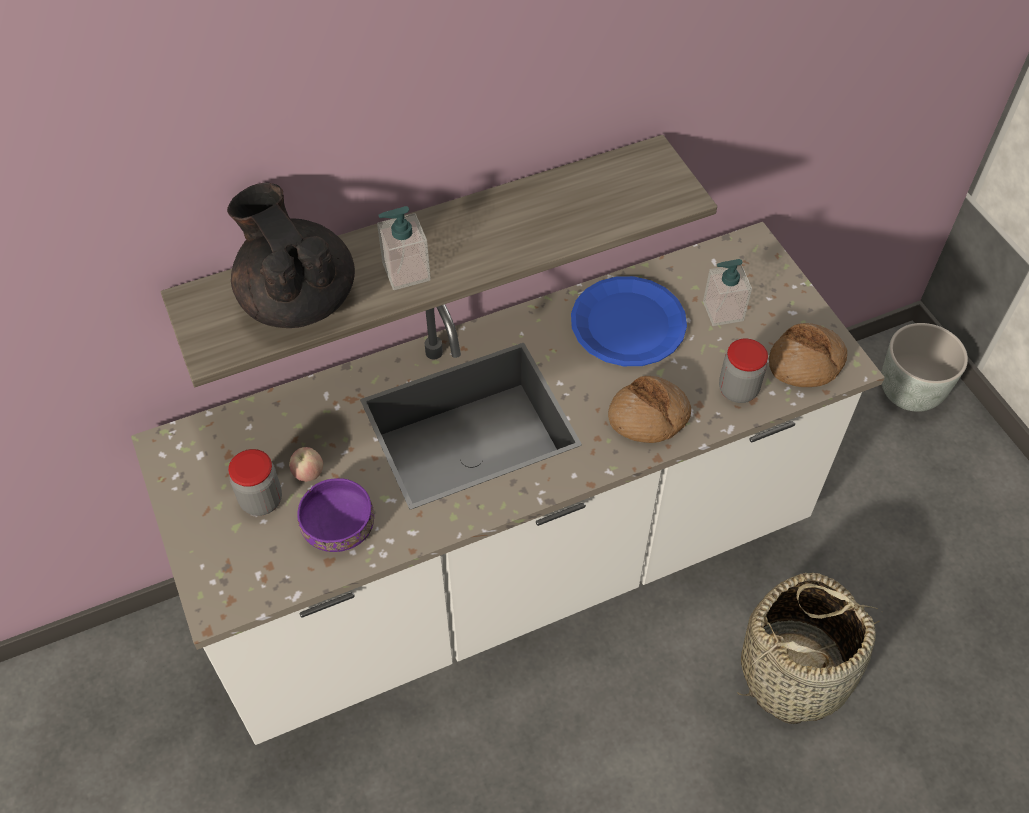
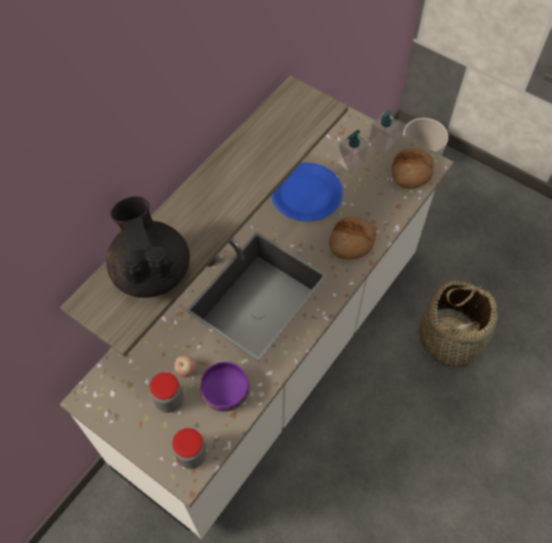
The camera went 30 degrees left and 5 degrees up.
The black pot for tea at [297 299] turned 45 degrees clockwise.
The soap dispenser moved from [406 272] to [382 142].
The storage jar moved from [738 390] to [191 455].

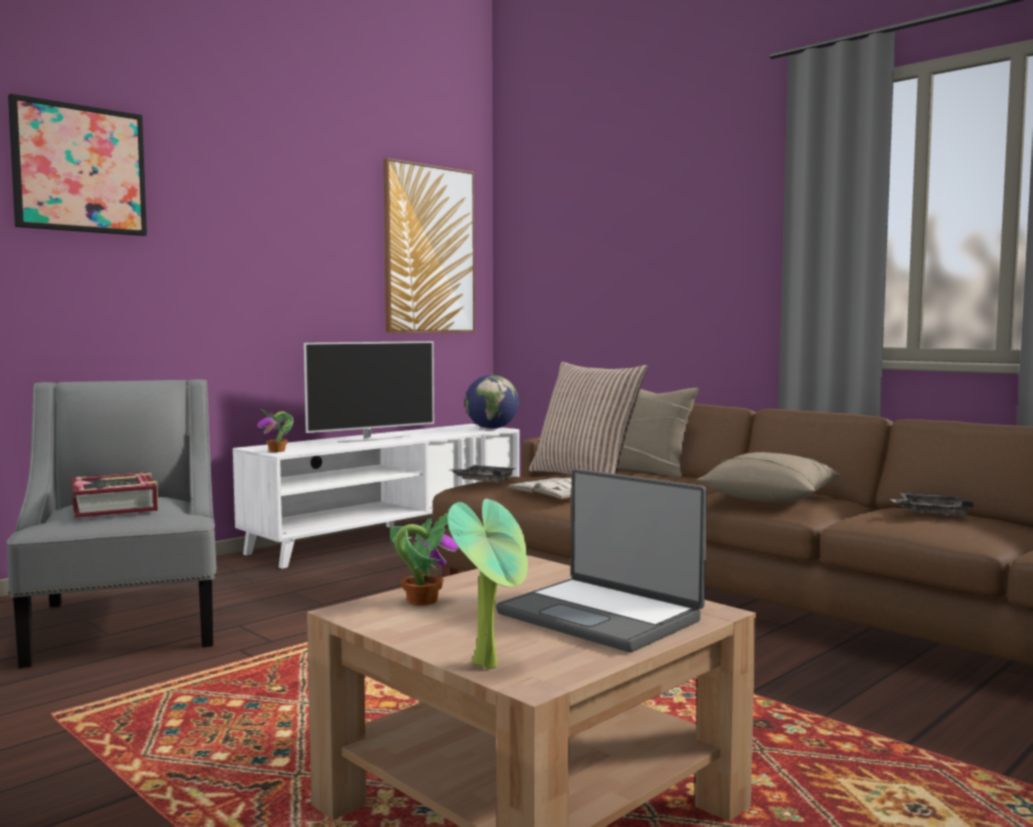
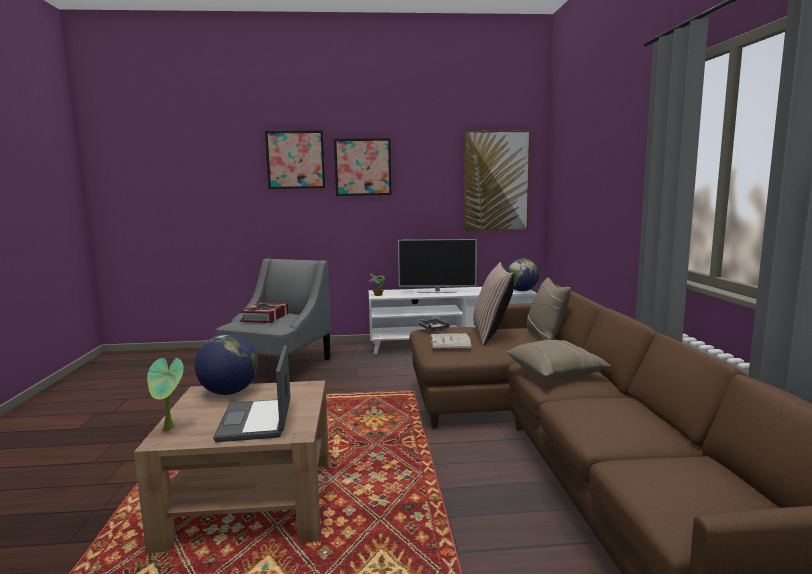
The camera went 40 degrees right and 5 degrees up.
The potted plant at [421 600] was replaced by the globe at [229 392].
The greyish tray at [930 514] disappeared.
The wall art at [363 167] appeared.

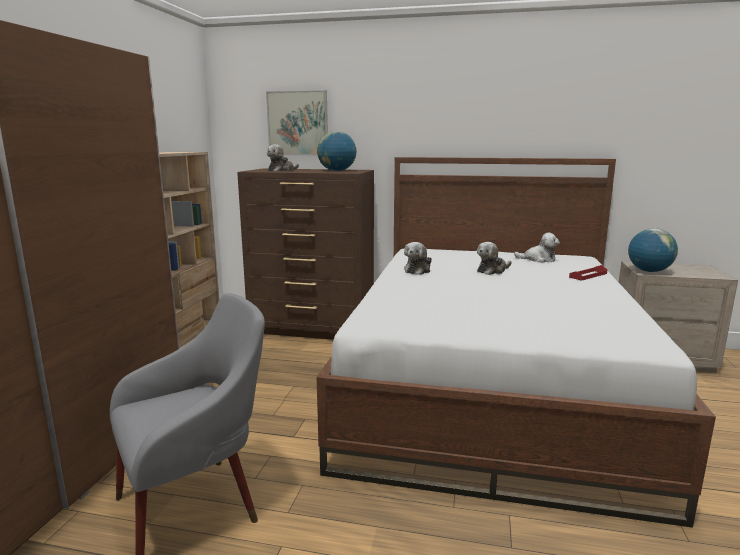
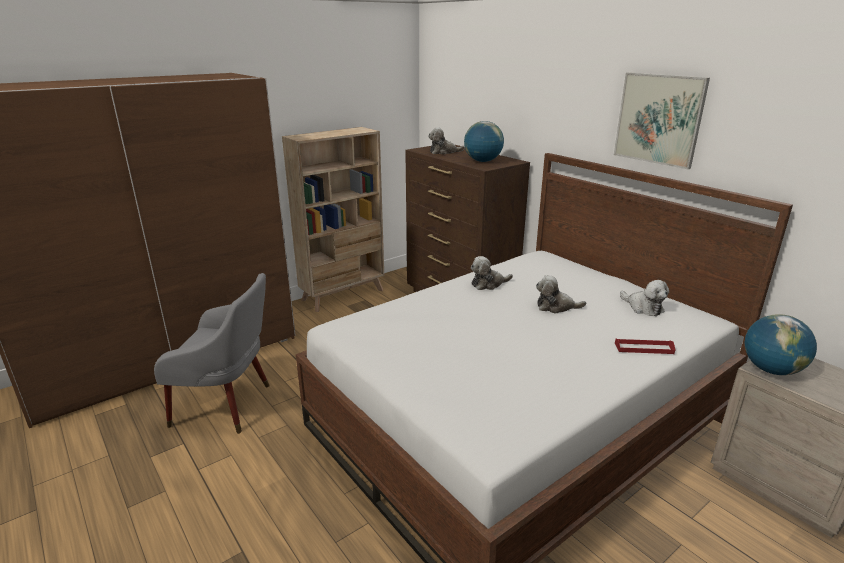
The camera went 40 degrees right and 10 degrees up.
The wall art moved from [297 123] to [658 119].

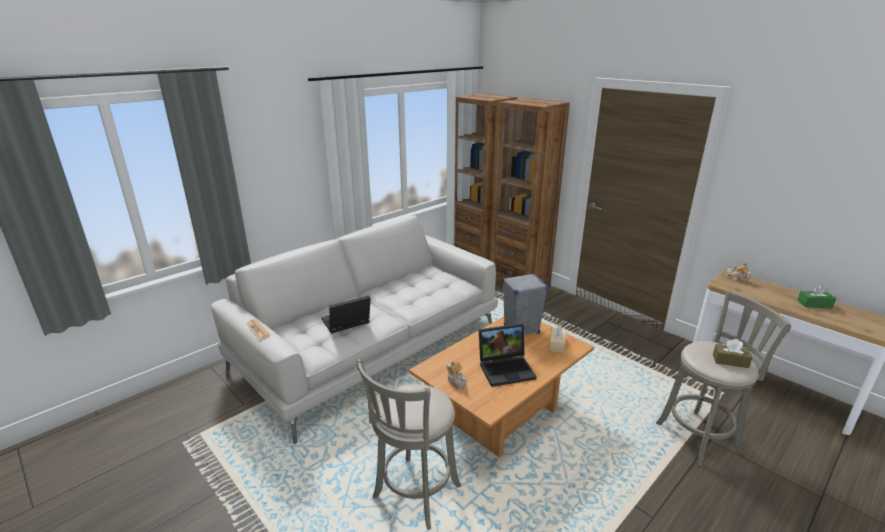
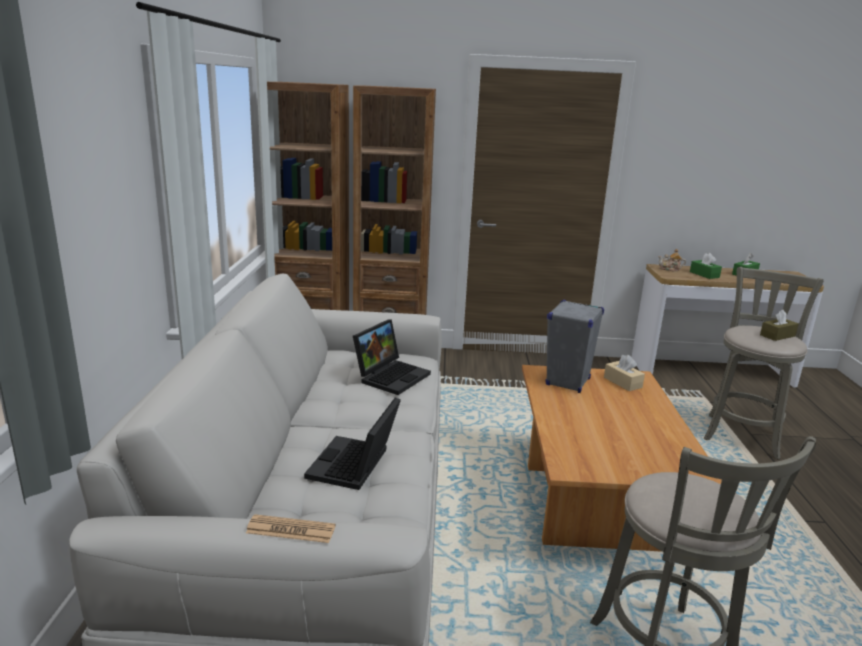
The camera went 45 degrees left and 5 degrees down.
The pot for tea at [456 381] disappeared.
The laptop moved from [506 368] to [391 376].
The green tissue box at [704 274] appeared.

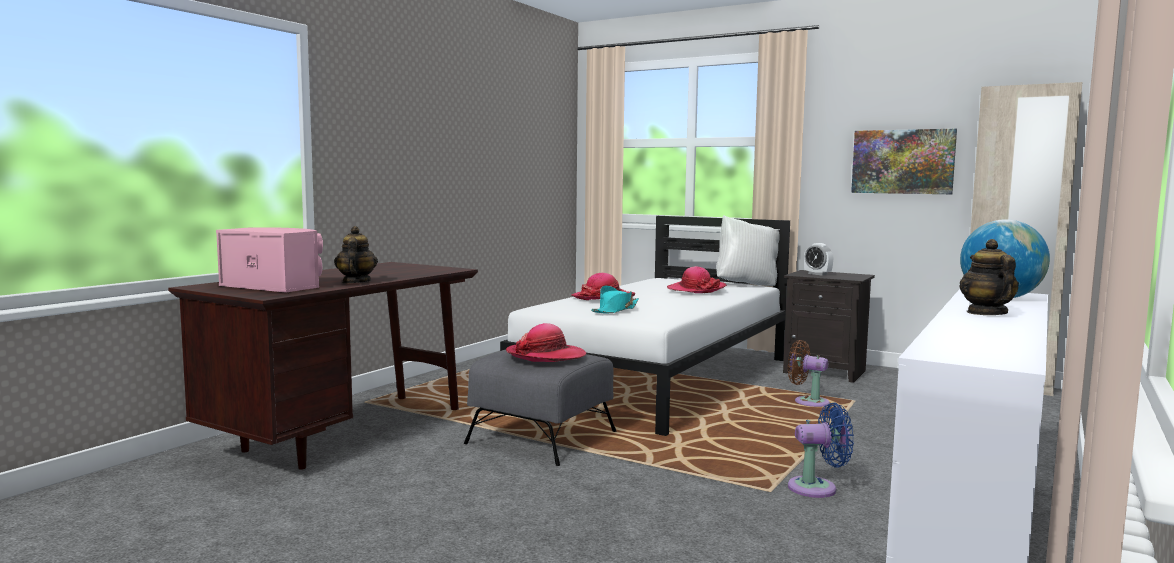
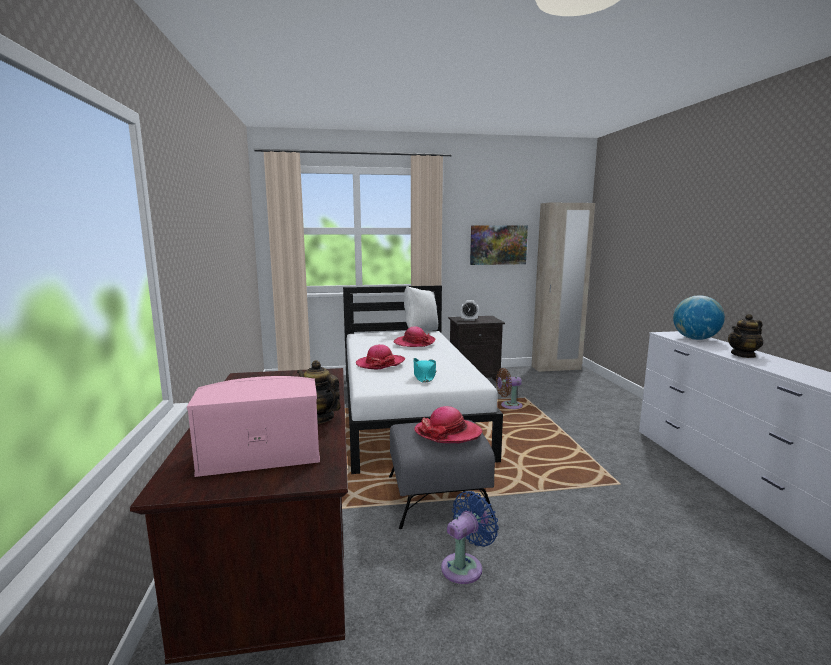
The camera went 40 degrees left and 5 degrees up.
The bluish fan moved from [817 488] to [465 566].
The pot for tea at [986 313] turned 75 degrees counterclockwise.

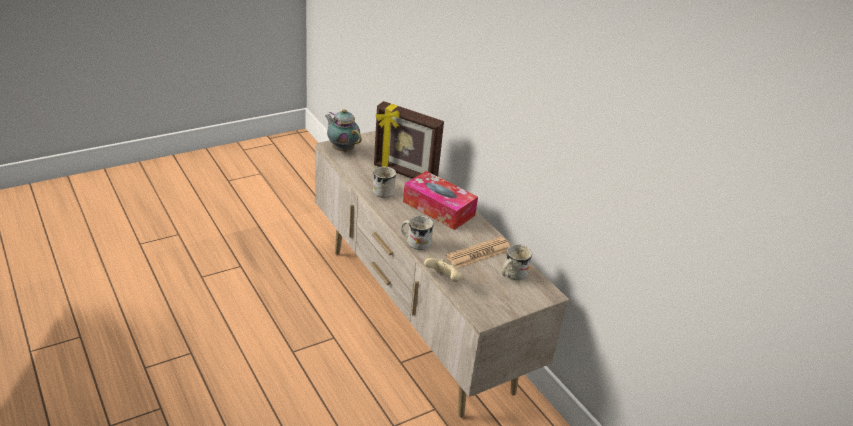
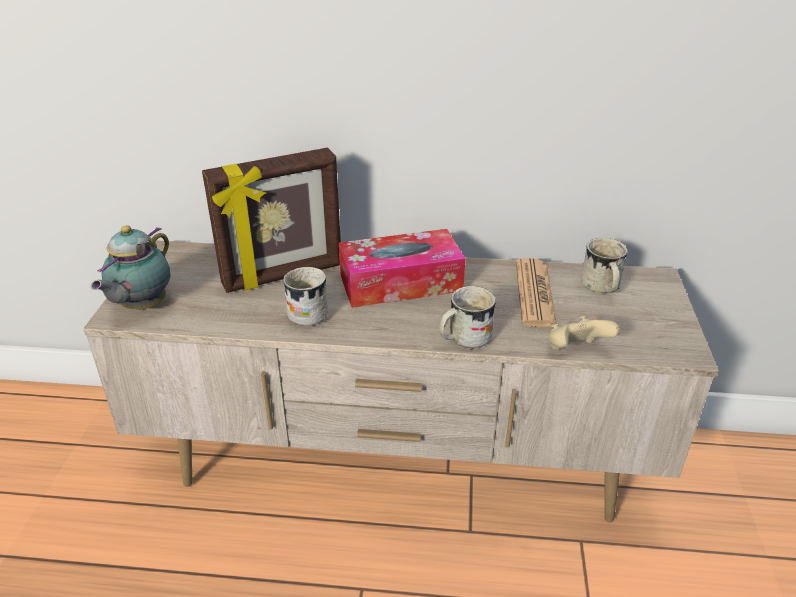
The camera went 50 degrees left and 0 degrees up.
The pot for tea at [342 149] turned 60 degrees counterclockwise.

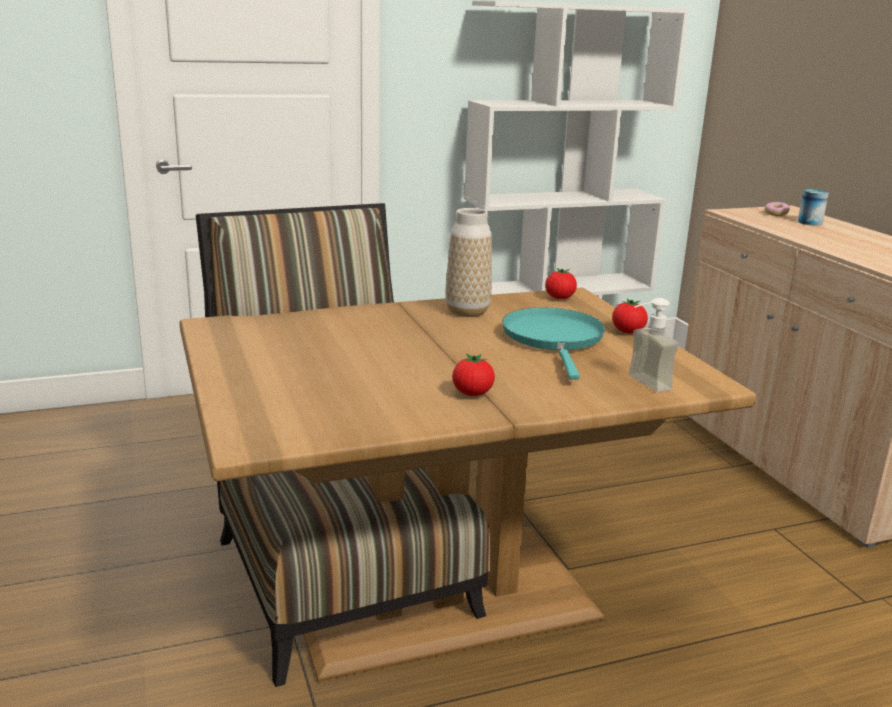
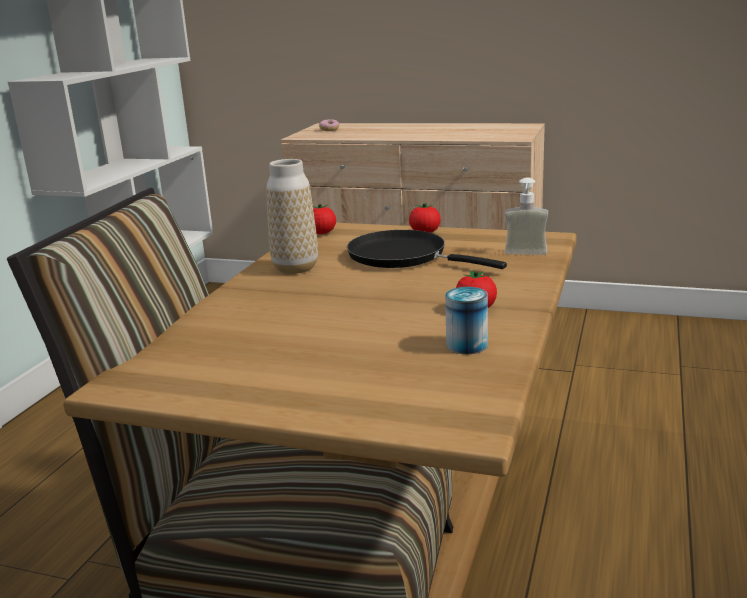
The camera went 50 degrees left and 0 degrees up.
The blue-green pan at [554 339] became the black pan at [403 256].
The can moved from [810 222] to [466 345].

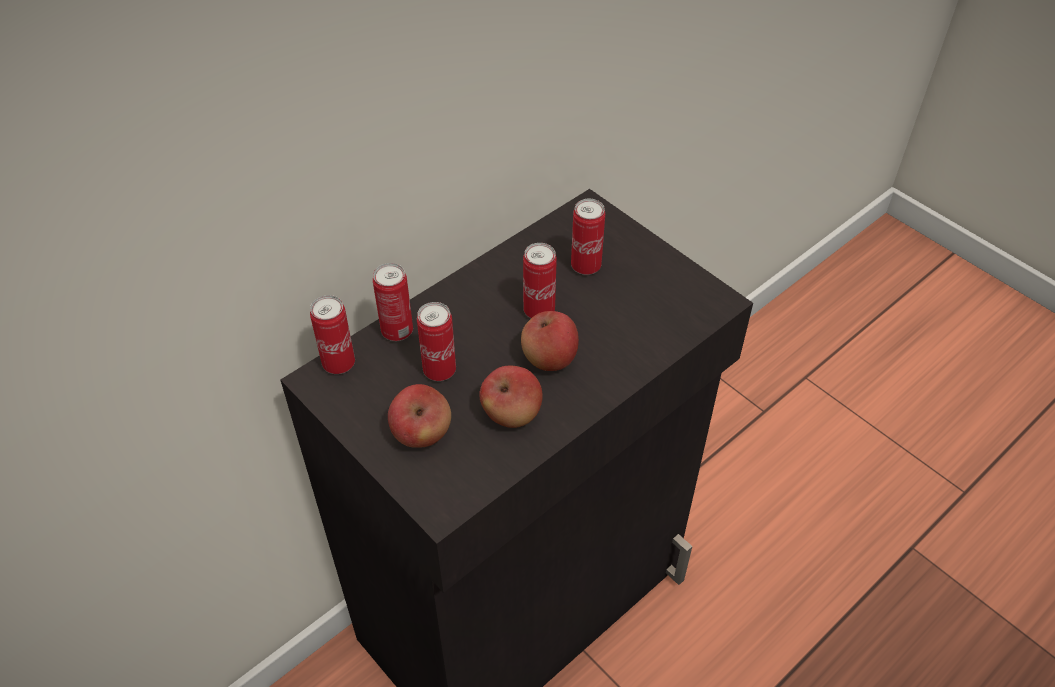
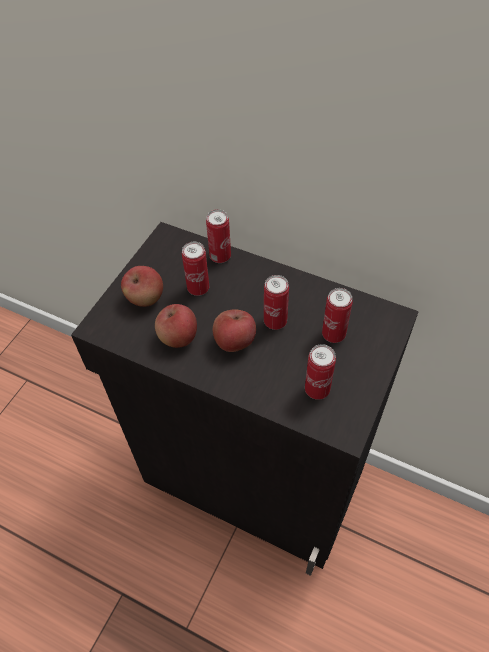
The camera went 70 degrees right and 5 degrees up.
The can moved from [339 364] to [317 390].

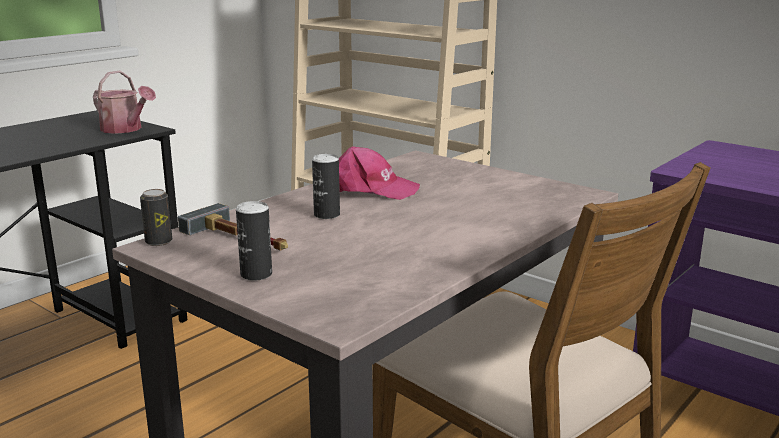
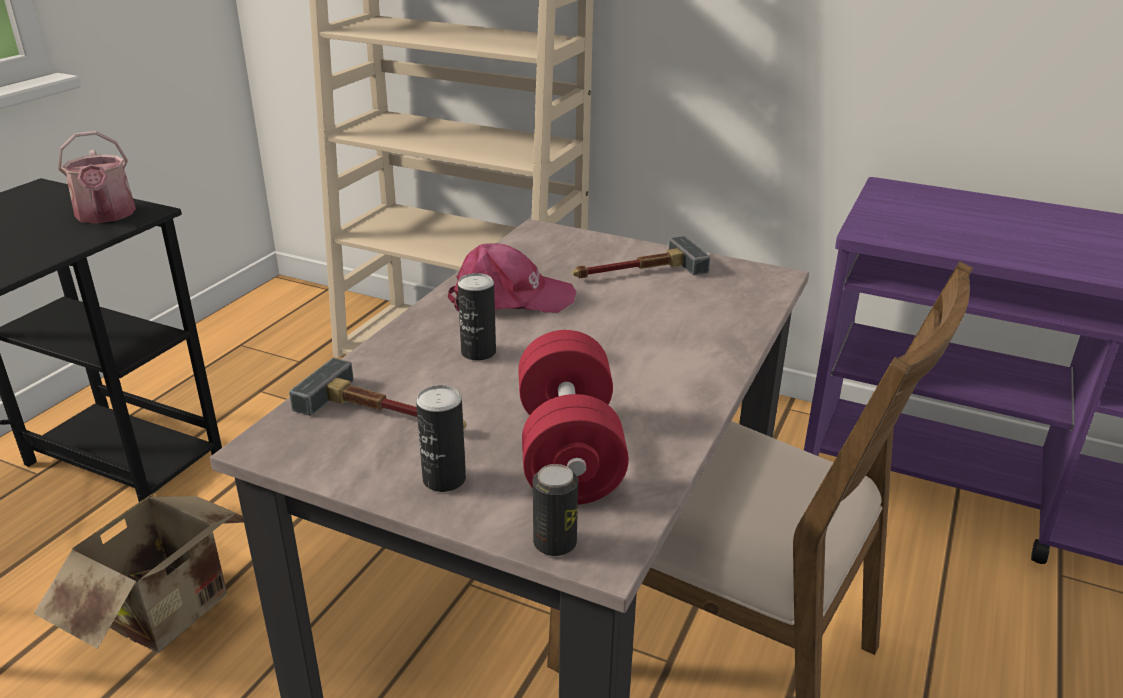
The camera went 15 degrees left and 10 degrees up.
The watering can at [125 129] turned 45 degrees clockwise.
The can moved from [158 242] to [554 543].
The carton at [173 611] appeared.
The reddish hand weight at [568 452] appeared.
The hand hammer at [635 272] appeared.

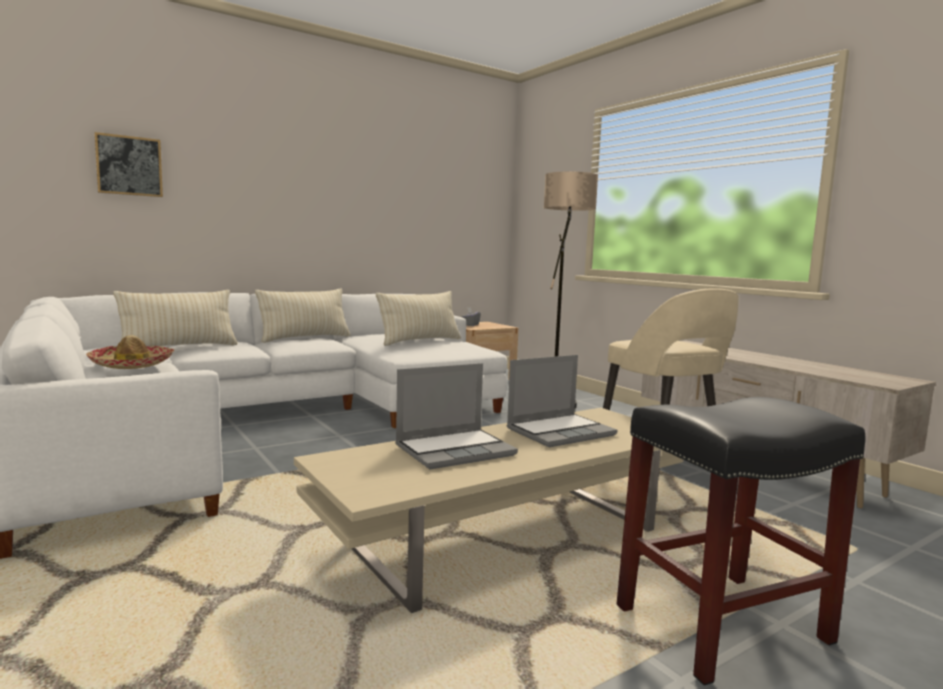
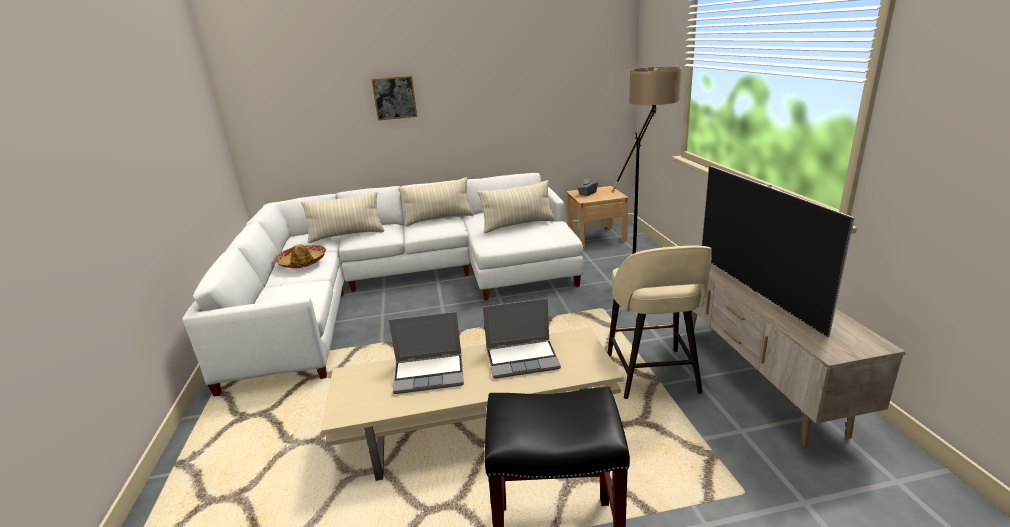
The camera went 25 degrees right and 15 degrees up.
The wall art moved from [129 165] to [394 98].
The TV set at [756 291] appeared.

